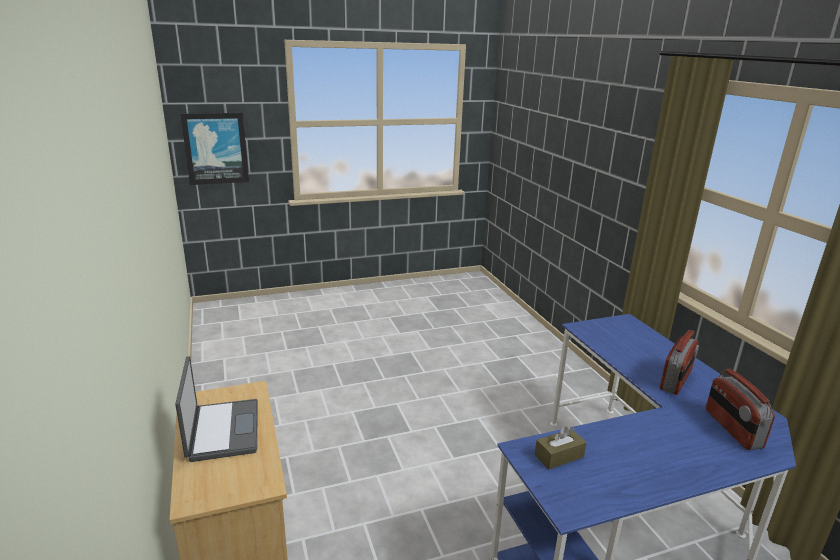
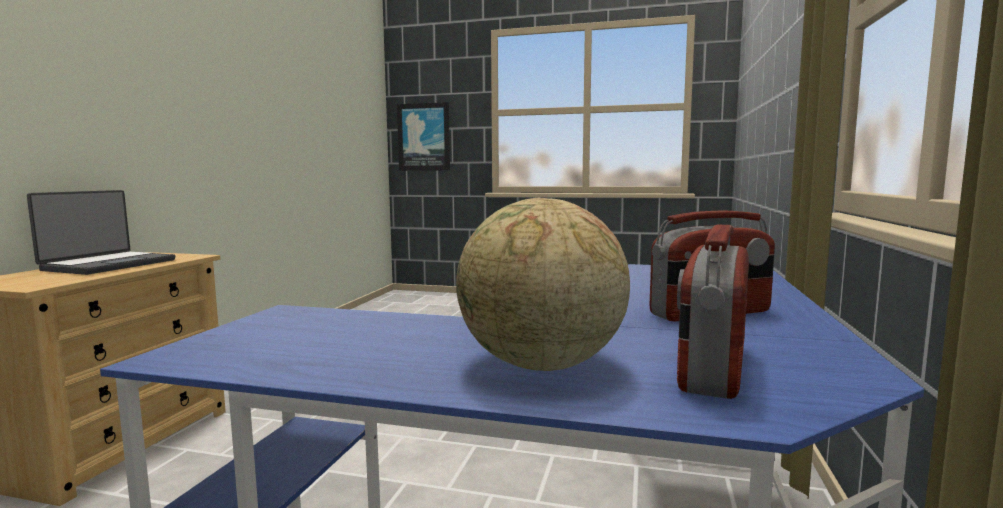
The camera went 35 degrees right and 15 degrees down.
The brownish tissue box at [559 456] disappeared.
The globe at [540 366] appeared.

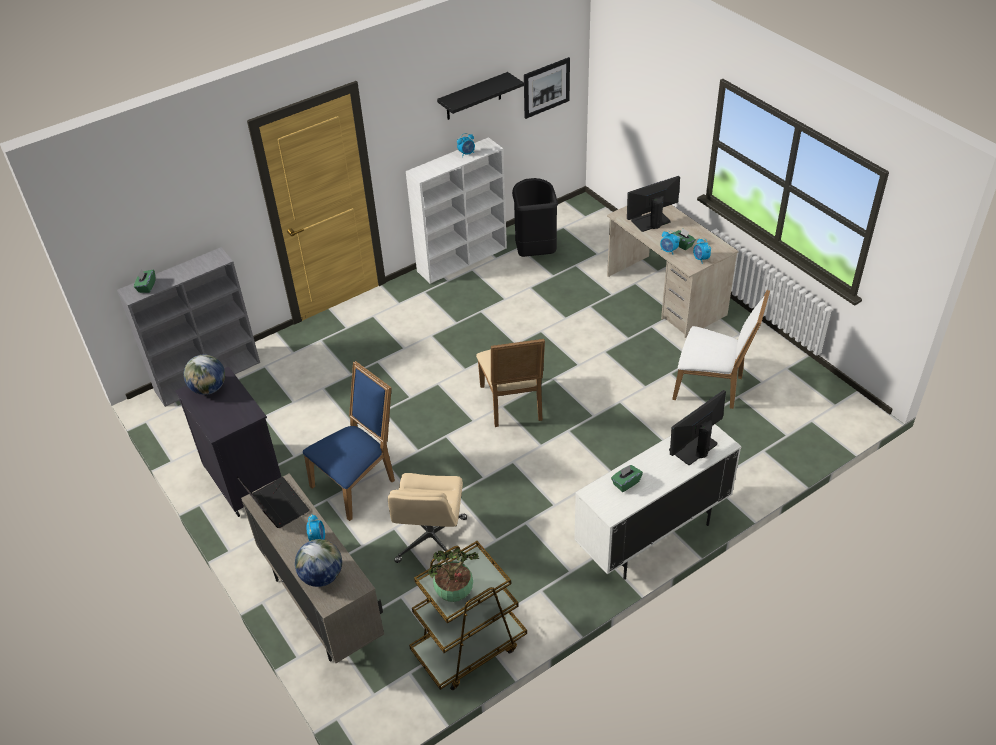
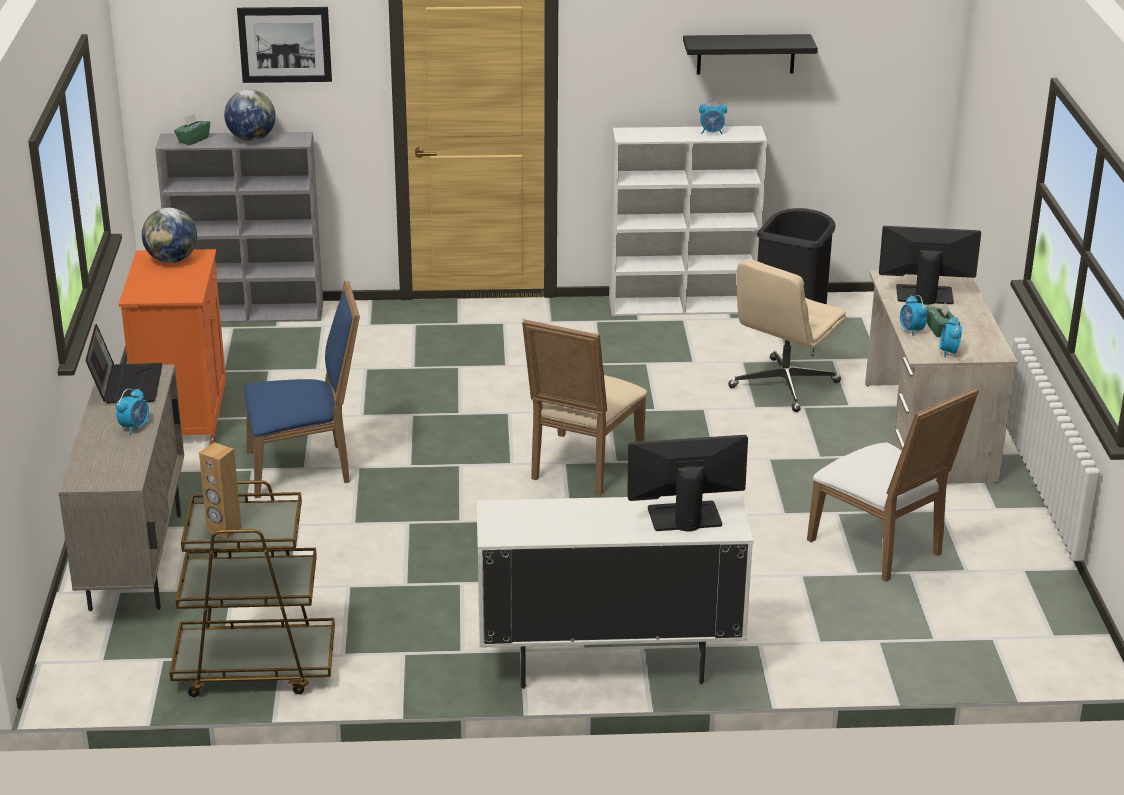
The camera went 30 degrees right and 15 degrees down.
The black storage cabinet at [243 478] became the orange-coloured storage cabinet at [183 415].
The globe moved from [321 576] to [251 139].
The beige-coloured computer chair moved from [431 541] to [783 386].
The potted plant at [455 592] was replaced by the brownish loudspeaker at [223 529].
The wall art moved from [546 87] to [285 44].
The green tissue box at [626 483] disappeared.

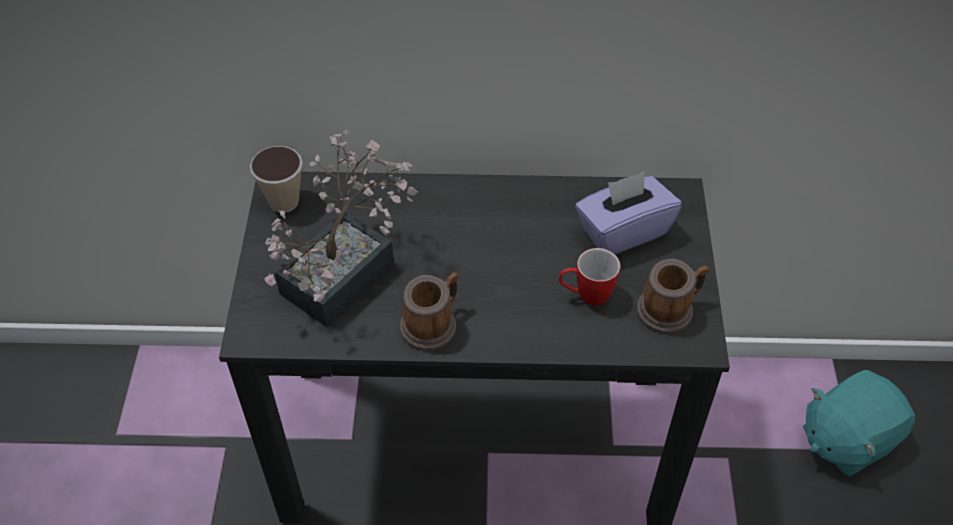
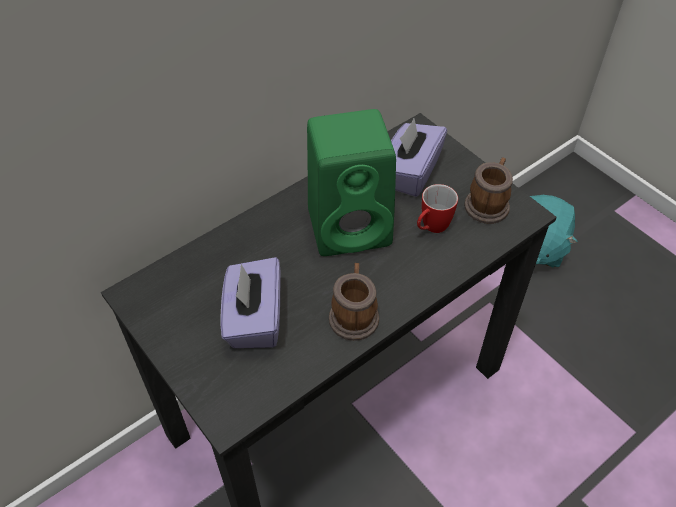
The camera went 40 degrees left and 0 degrees up.
The small cup at [284 201] disappeared.
The potted plant at [348 271] was replaced by the purple-coloured tissue box at [254 319].
The green loudspeaker at [352 226] appeared.

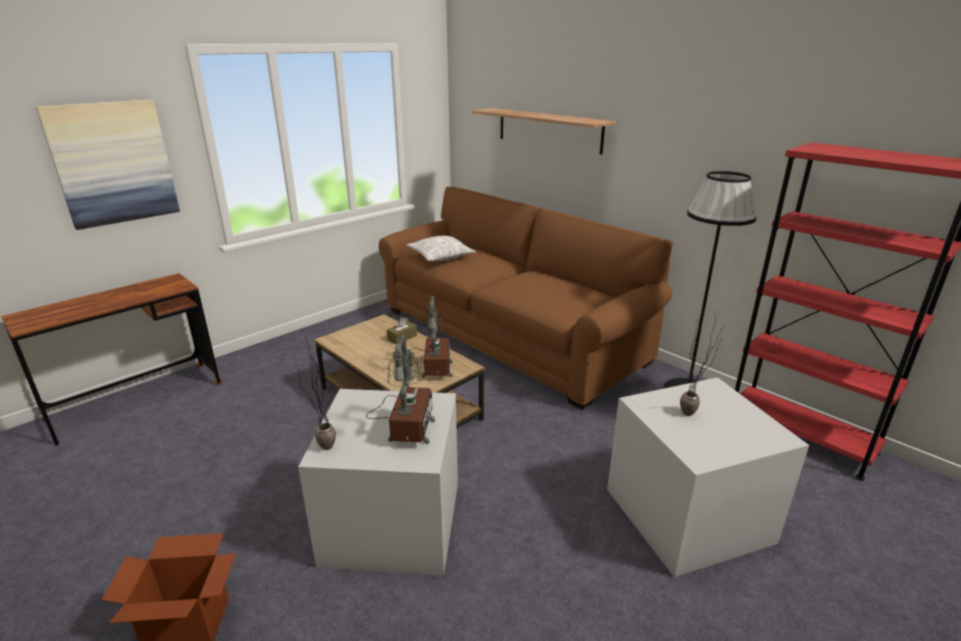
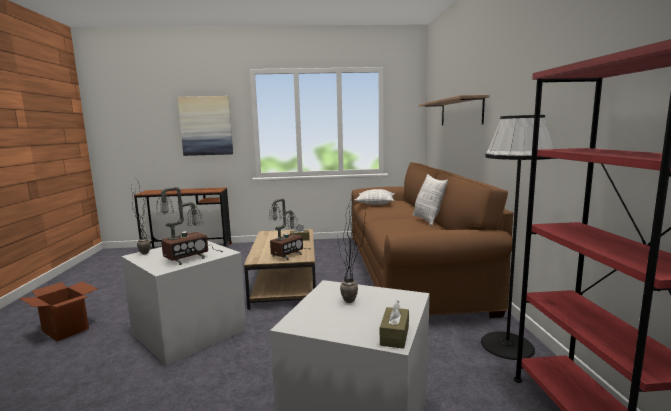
The camera went 40 degrees right and 15 degrees down.
The brownish tissue box at [394 335] appeared.
The throw pillow at [428 220] appeared.

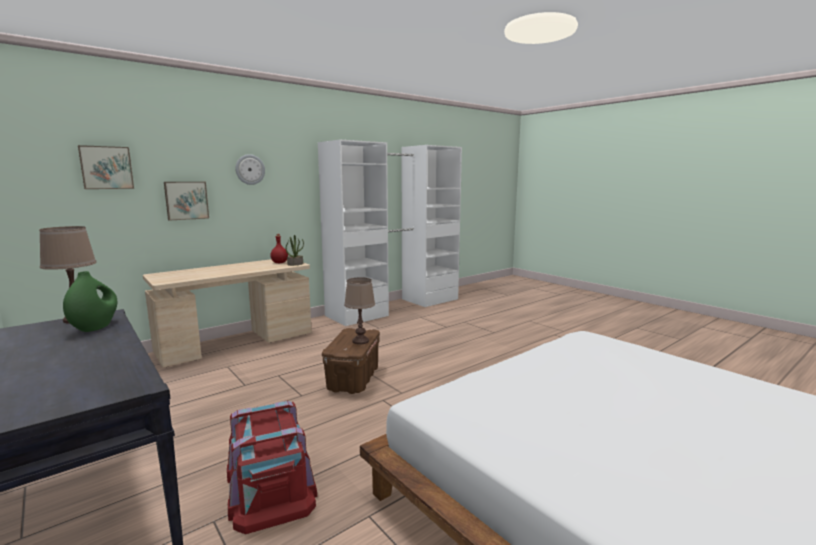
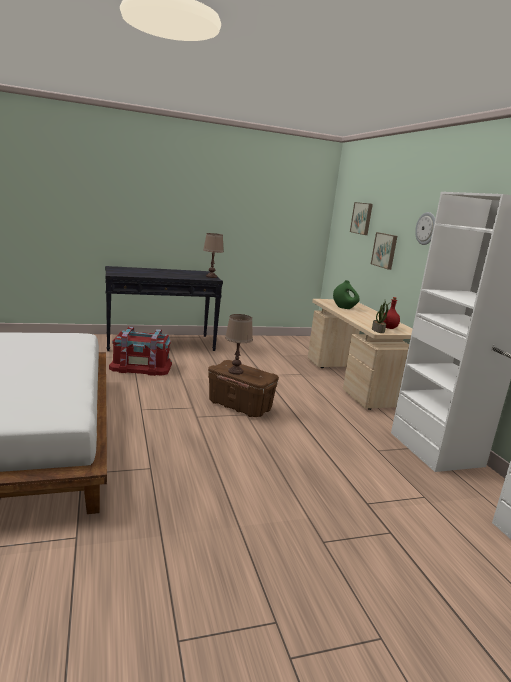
The camera went 110 degrees right and 5 degrees up.
The green decorative vase moved from [95 327] to [344 308].

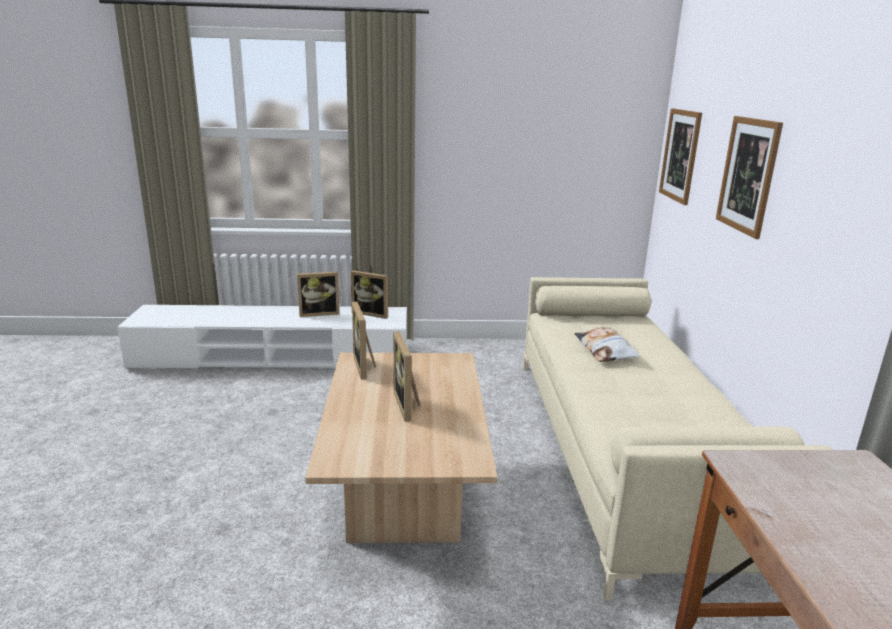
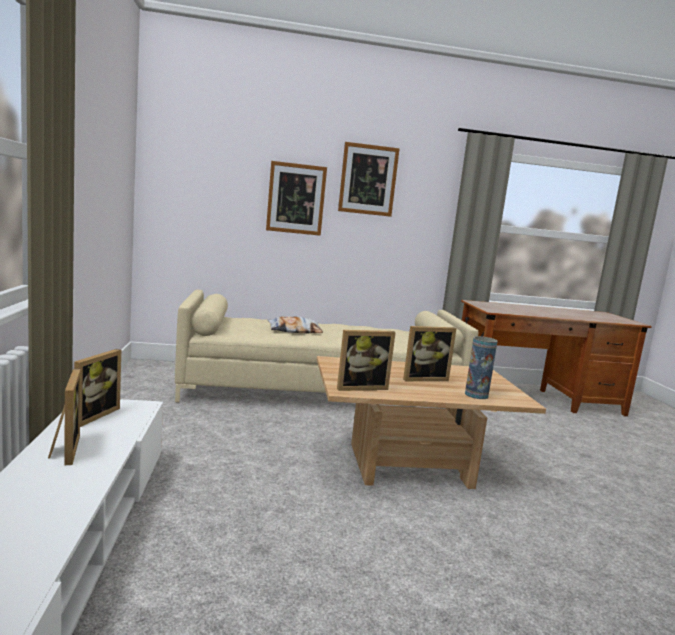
The camera went 95 degrees left and 10 degrees down.
The wall art moved from [680 155] to [368 179].
The decorative vase at [476 395] appeared.

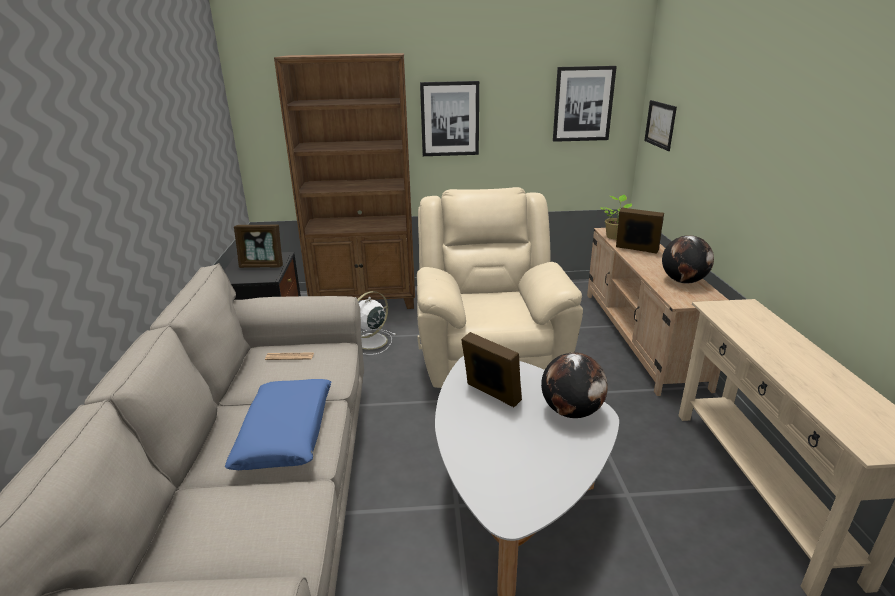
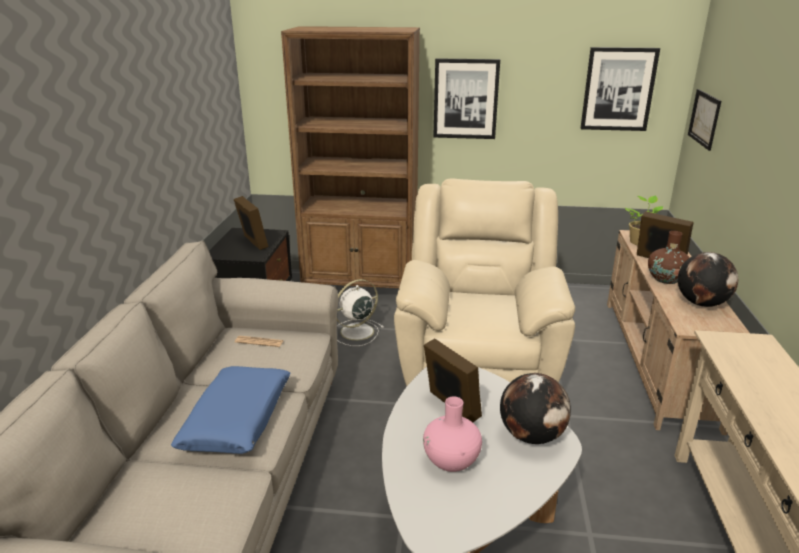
The camera went 10 degrees right and 0 degrees up.
The picture frame at [262 266] turned 135 degrees counterclockwise.
The pinkish decorative vase at [451 460] appeared.
The brownish decorative vase at [666 279] appeared.

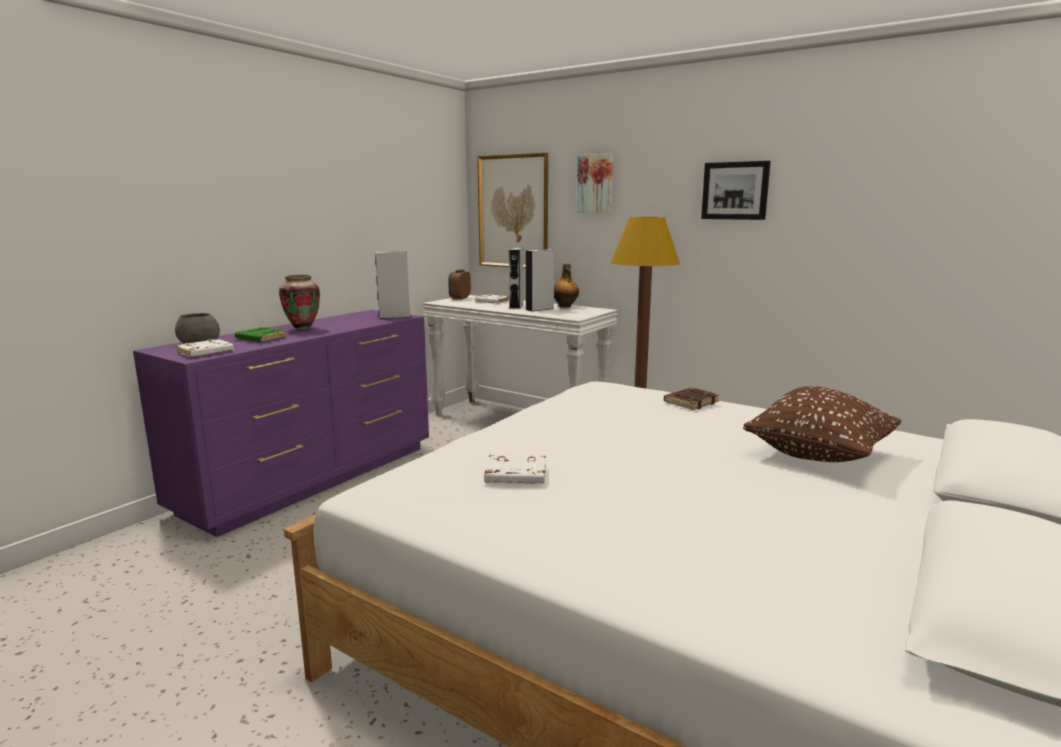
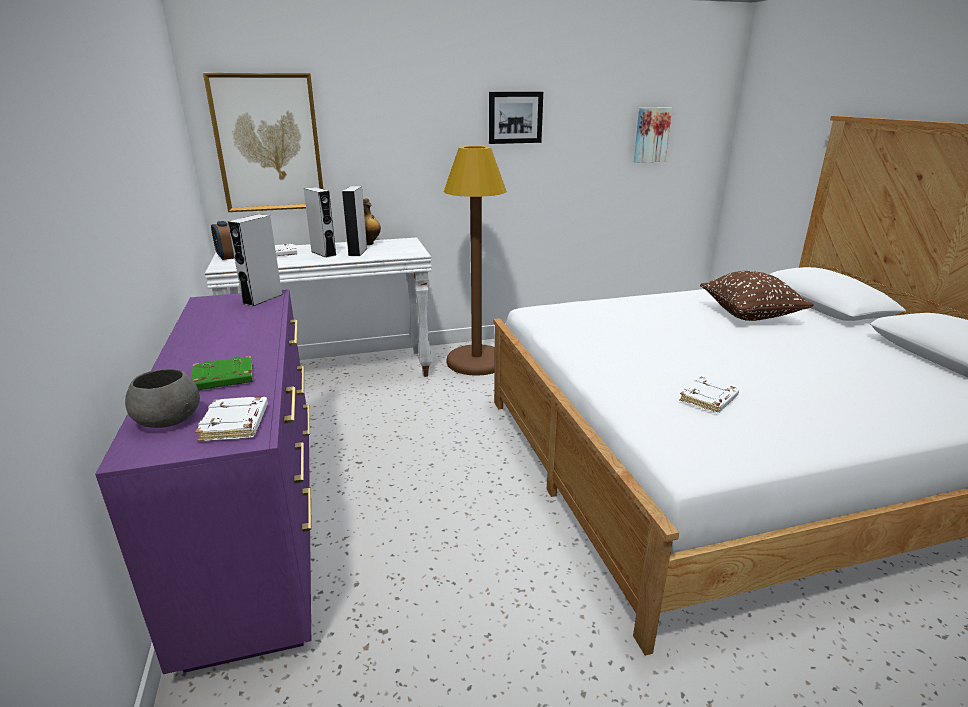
The camera went 50 degrees left and 10 degrees up.
The decorative vase at [303 329] disappeared.
The wall art moved from [595 184] to [651 135].
The brownish bound book at [690 402] disappeared.

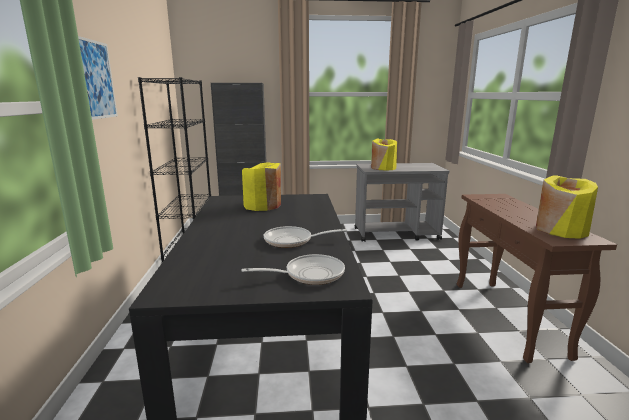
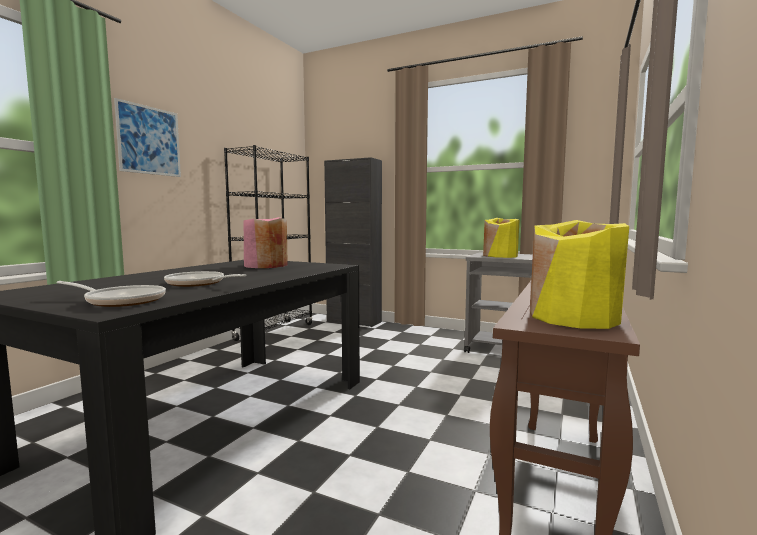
The camera went 30 degrees right and 10 degrees down.
The yellow decorative vase at [263 205] became the pinkish decorative vase at [266 265].

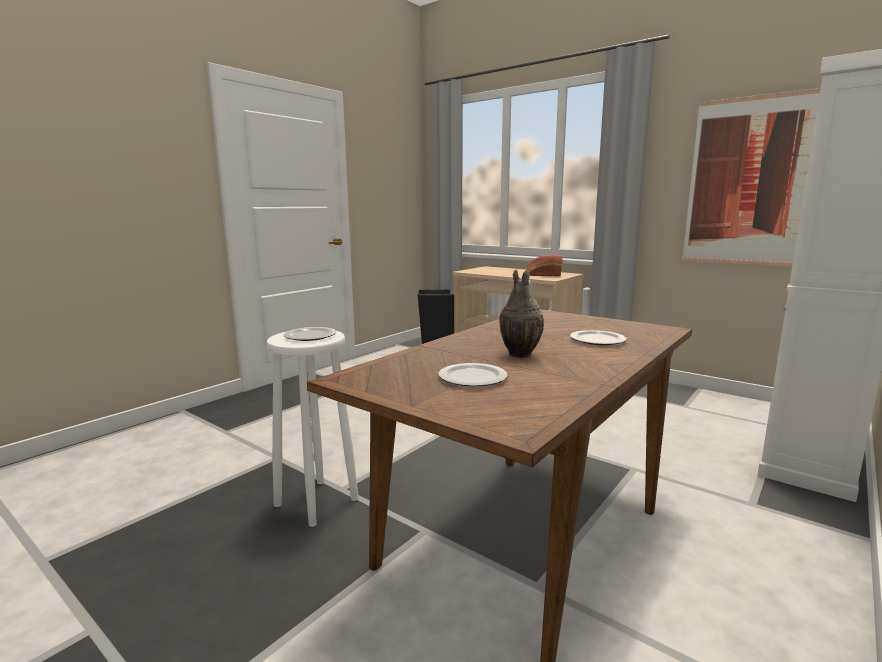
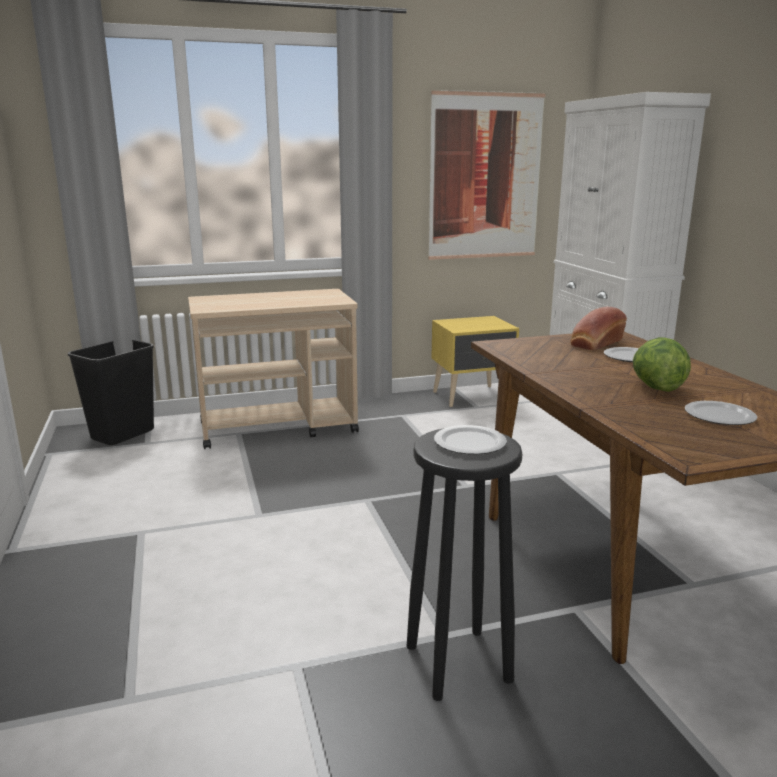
The camera went 55 degrees left and 5 degrees up.
The white stool seat at [317 501] became the black stool seat at [458 661].
The decorative vase at [518 355] was replaced by the lettuce head at [656 387].
The bread moved from [543 275] to [595 343].
The yellow bedside table at [472 397] appeared.

